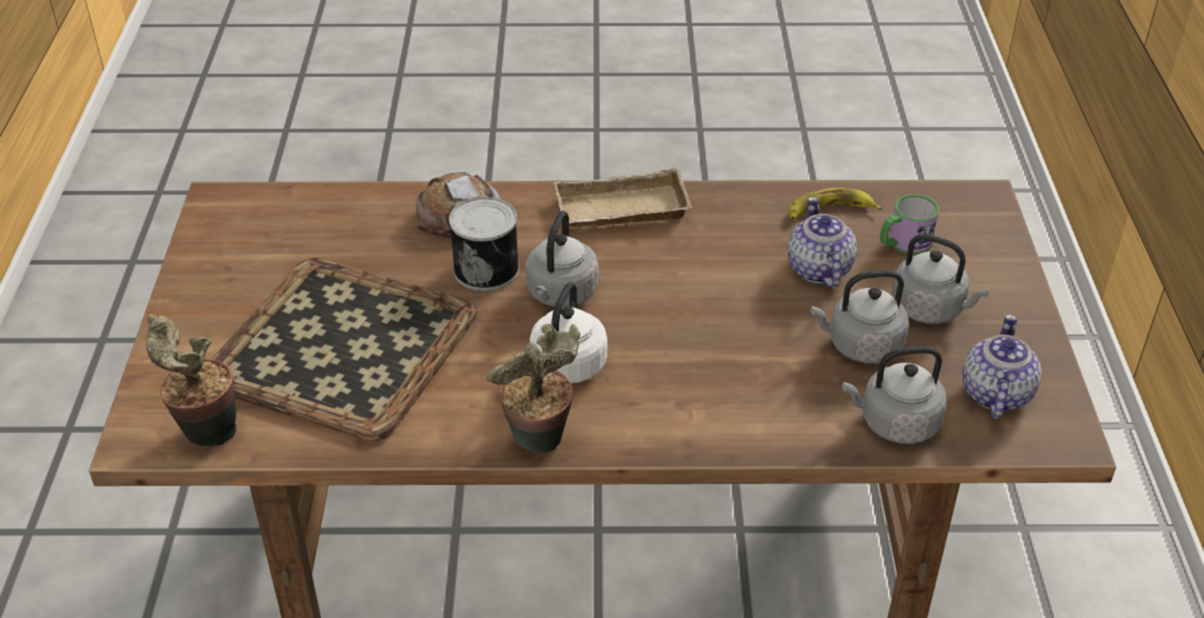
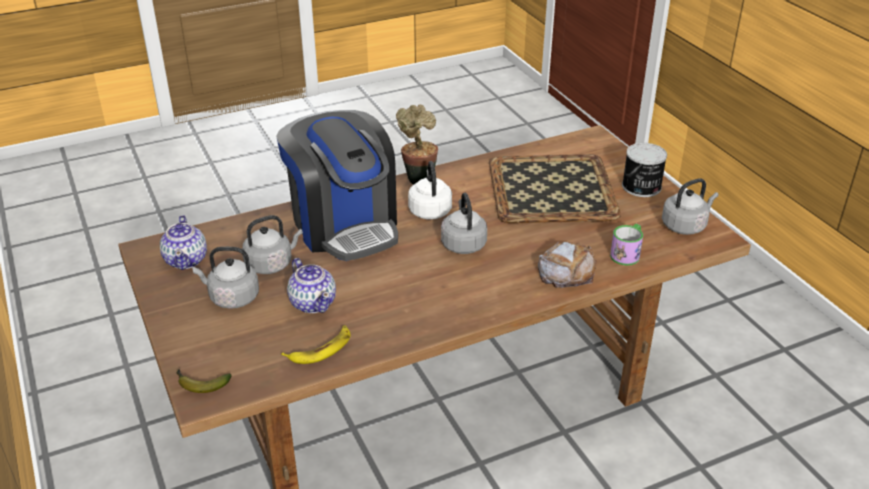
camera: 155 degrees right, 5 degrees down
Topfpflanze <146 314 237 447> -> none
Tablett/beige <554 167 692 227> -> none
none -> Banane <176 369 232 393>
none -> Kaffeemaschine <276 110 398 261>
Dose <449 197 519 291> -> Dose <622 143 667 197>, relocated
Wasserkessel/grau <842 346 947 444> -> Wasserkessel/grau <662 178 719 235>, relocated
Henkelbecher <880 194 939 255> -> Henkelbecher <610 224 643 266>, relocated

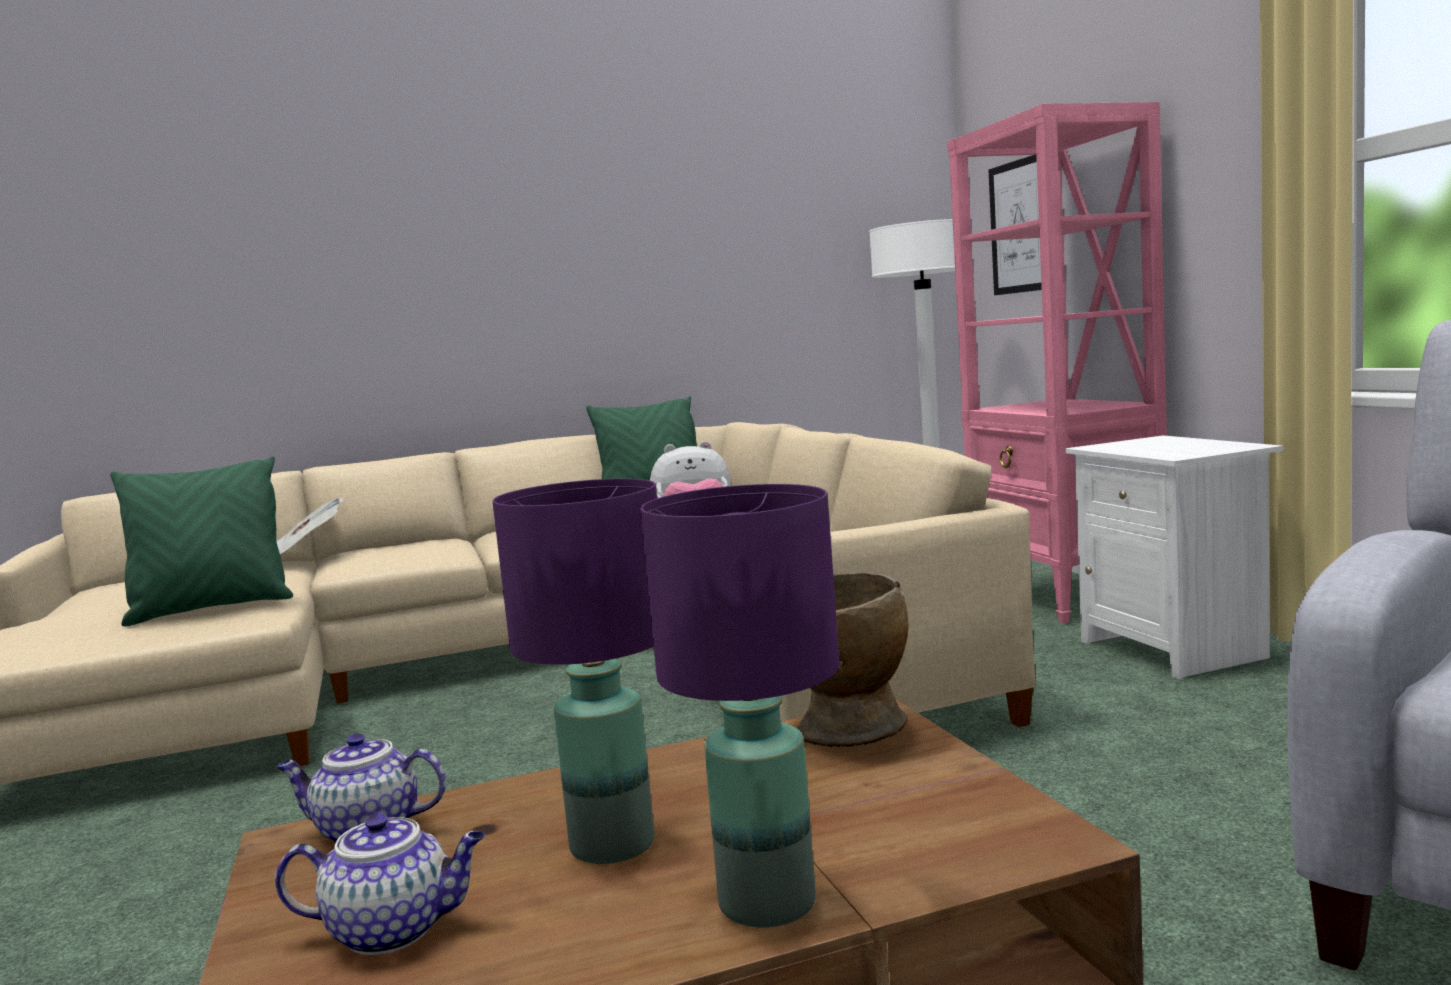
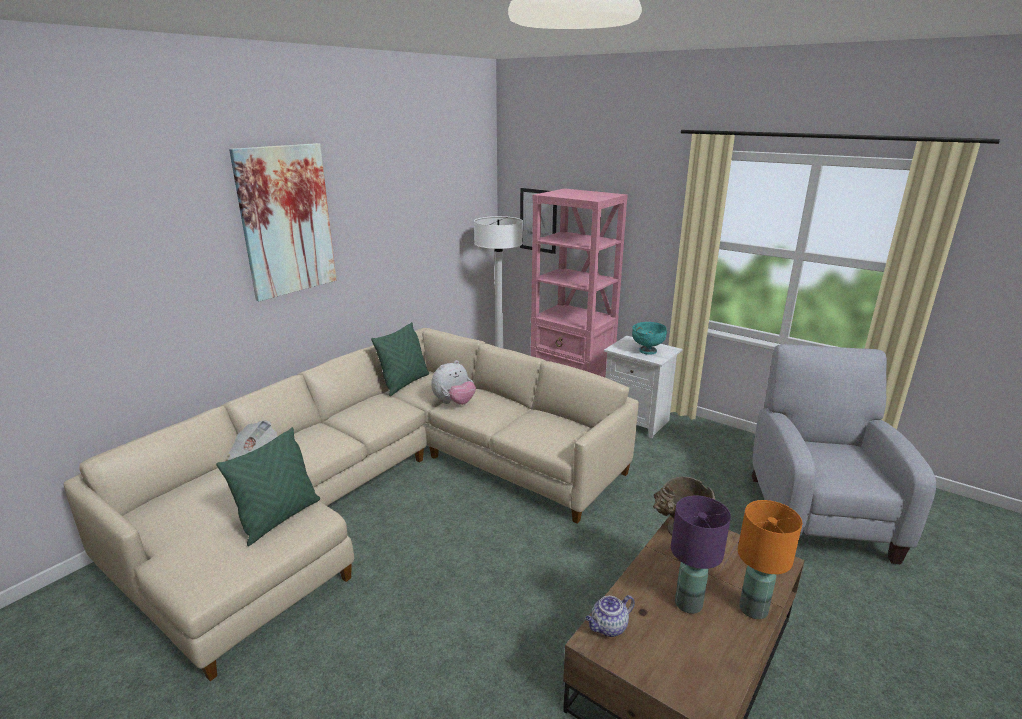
camera: 35 degrees left, 15 degrees up
Teekanne <275 813 485 955> -> none
none -> Bild <229 143 336 301>
none -> Schüssel/türkis <632 322 667 355>
Tischlampe/lila <640 484 839 927> -> Tischlampe/orange <738 500 802 619>

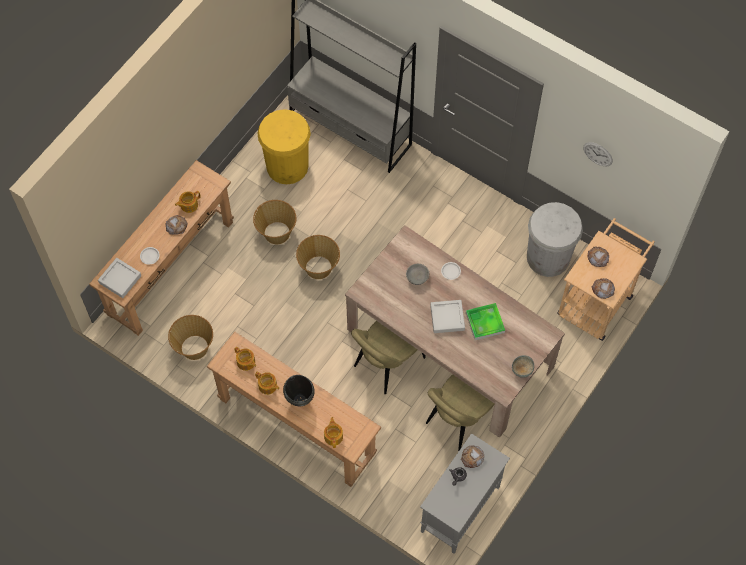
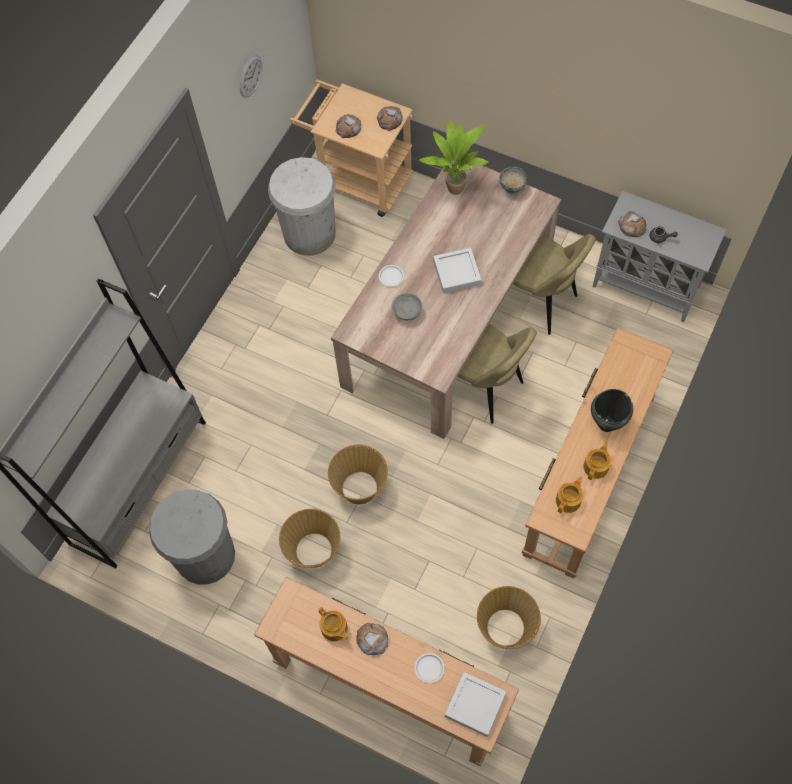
camera: 95 degrees left, 0 degrees up
Teekanne <324 417 343 448> -> none
Tablett <466 303 505 340> -> none
none -> Topfpflanze <419 119 489 195>
Mülleimer/gelb <257 109 311 184> -> Mülleimer/grau <149 489 235 585>

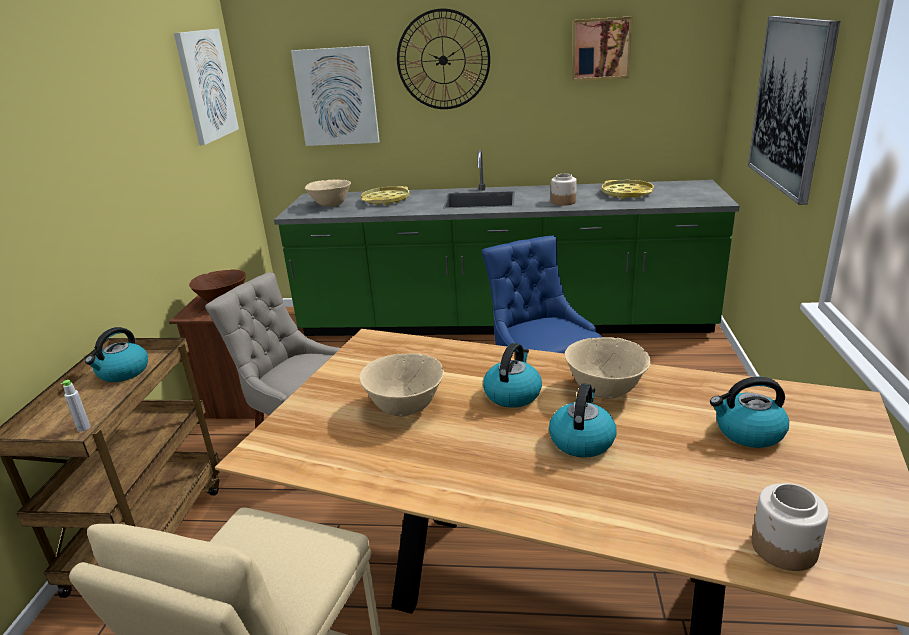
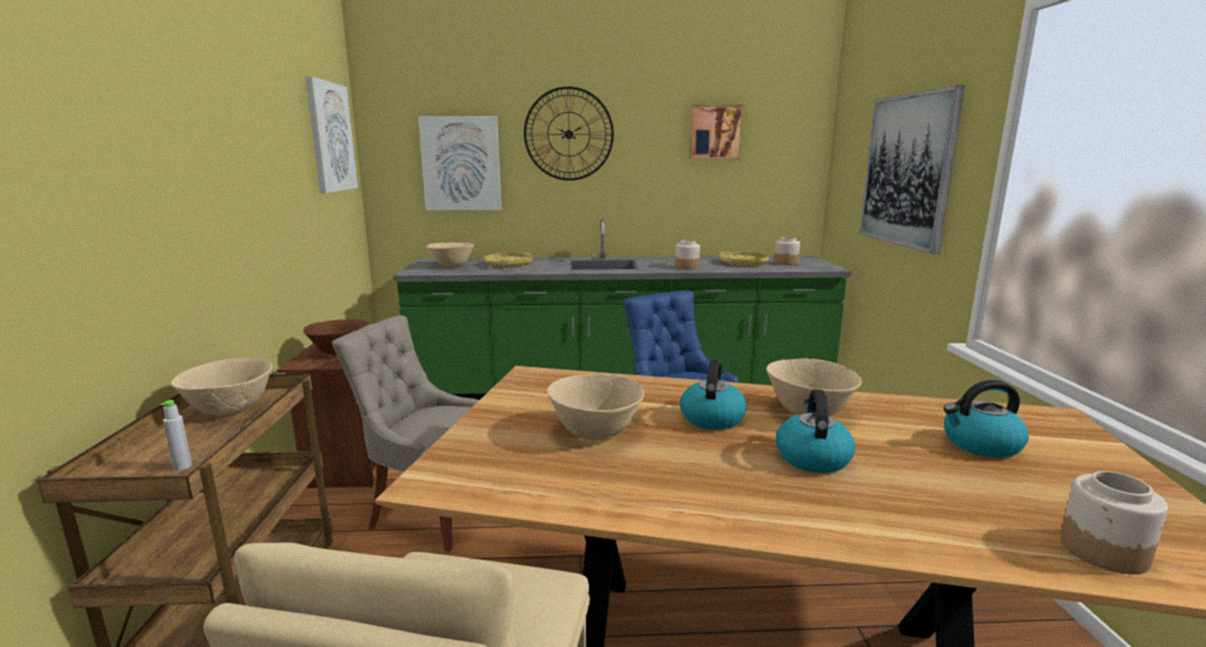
camera: 10 degrees left, 10 degrees down
none -> Vorratsglas <774 237 800 265>
Wasserkessel <85 327 148 382> -> Schüssel/beige <171 357 273 415>

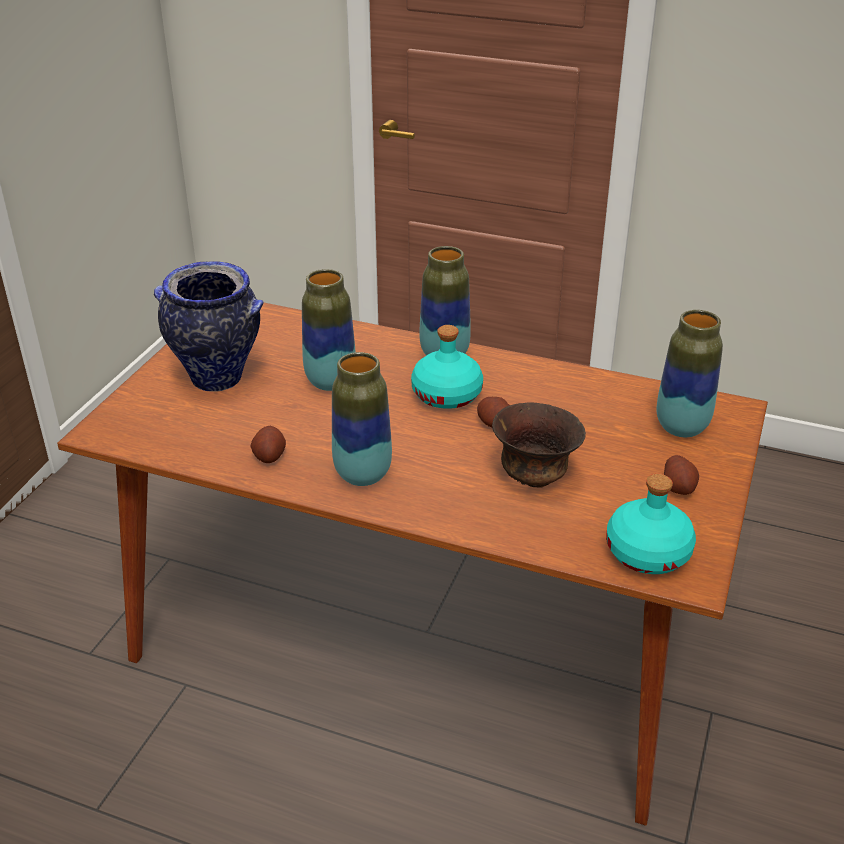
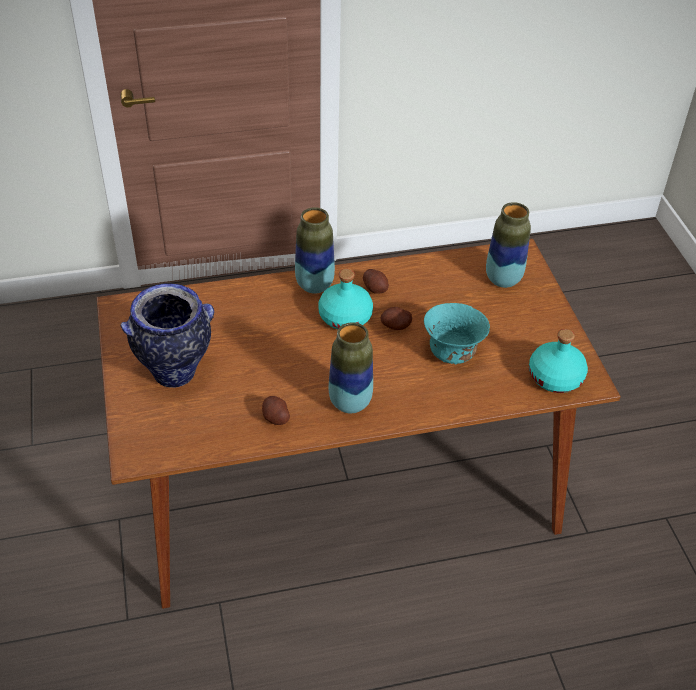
camera: 35 degrees left, 10 degrees up
Vase <302 269 356 391> -> none
Kartoffel <664 455 699 495> -> Kartoffel <363 269 389 294>, relocated
Schüssel/braun <492 402 586 488> -> Schüssel/türkis <424 303 490 365>

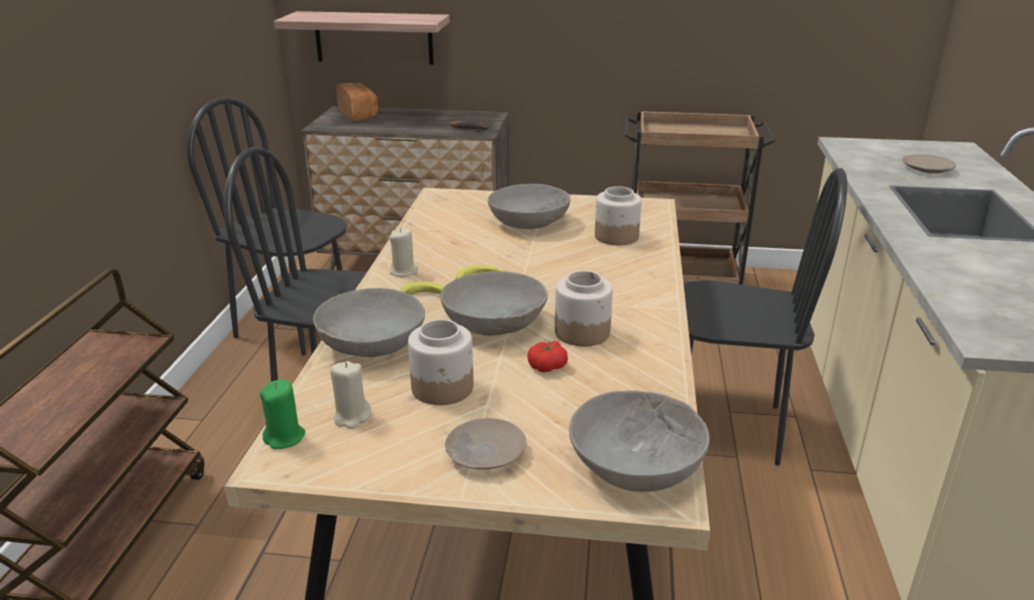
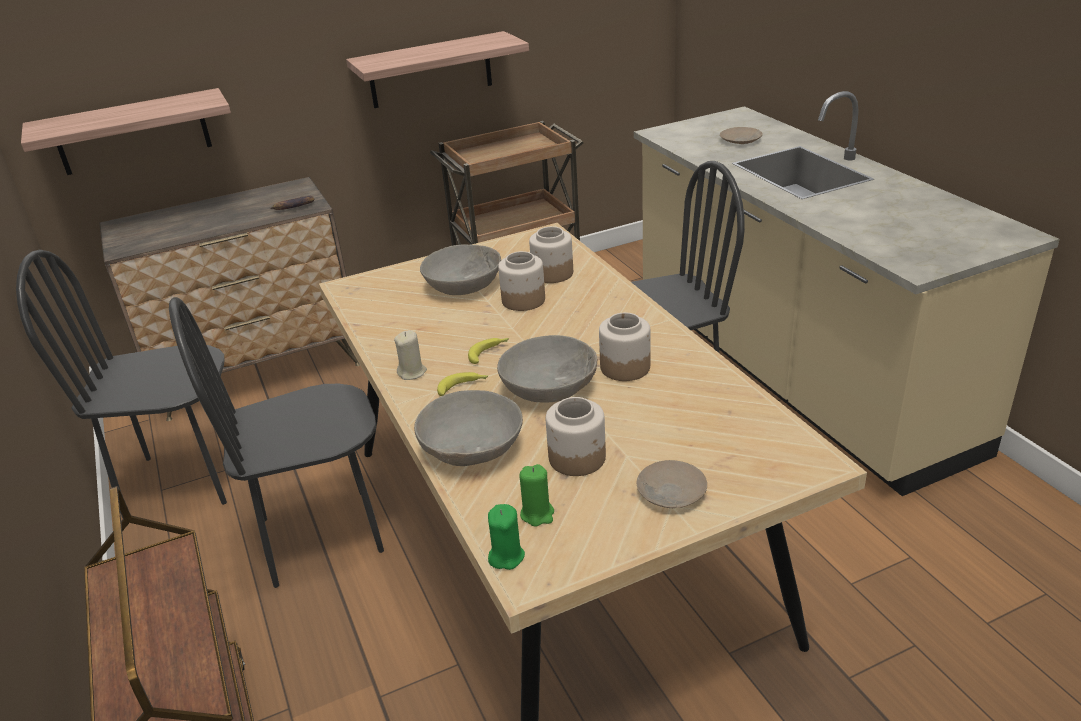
camera: 30 degrees left, 5 degrees up
Brot <336 83 378 121> -> none
Tomate <528 341 568 372> -> none
Schüssel/grau <569 390 710 492> -> none
none -> Wandregal <346 31 529 108>
none -> Vorratsglas <498 251 545 311>
Kerze/beige <330 361 371 429> -> Kerze/grün <519 464 554 527>

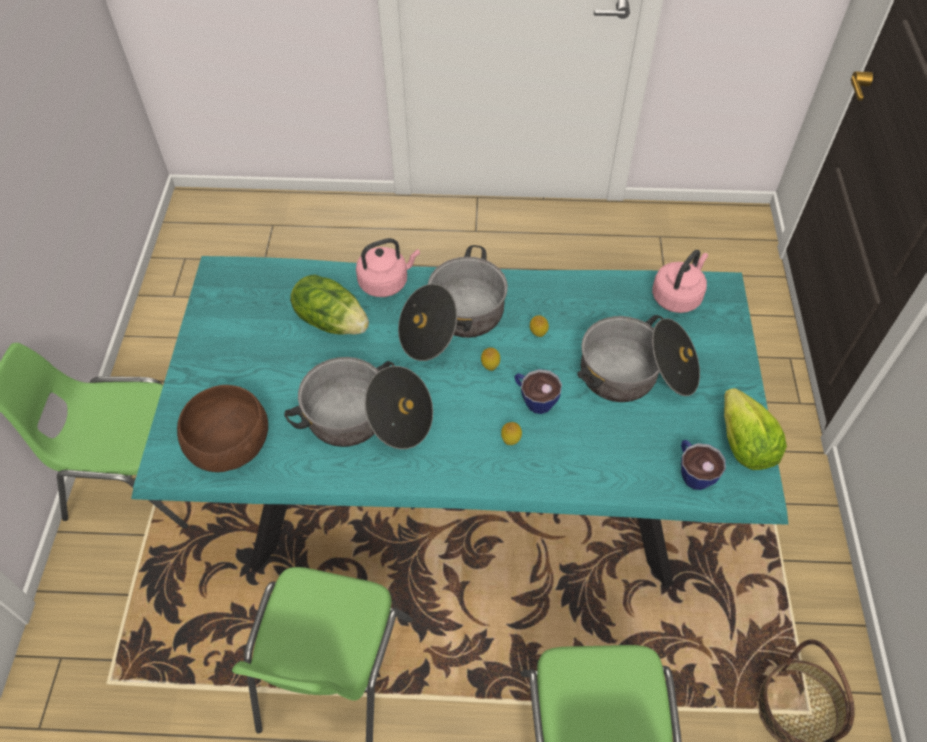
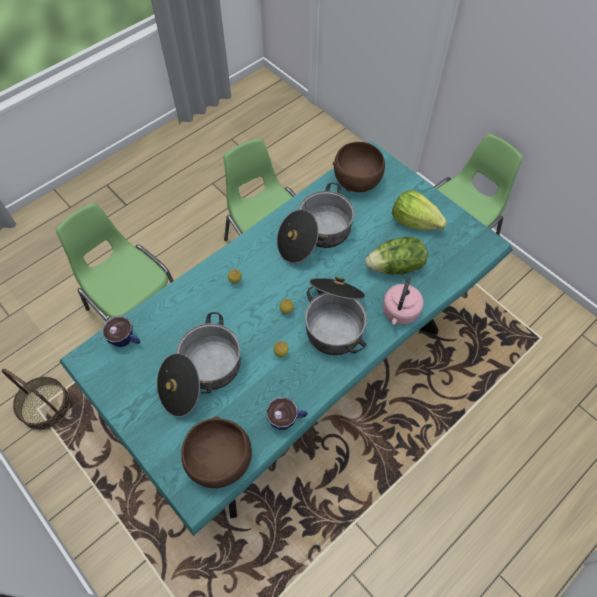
camera: 135 degrees right, 5 degrees up
Tasse <515 369 562 414> -> Tasse <266 397 308 430>, relocated
Salatkopf <724 388 787 470> -> Salatkopf <392 190 447 230>, relocated
Wasserkessel/rosa <652 250 708 313> -> Schüssel/braun <181 416 252 488>

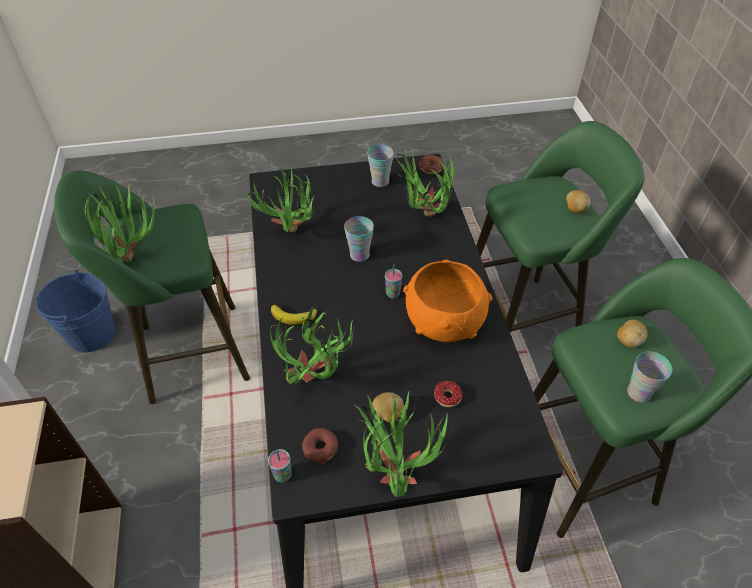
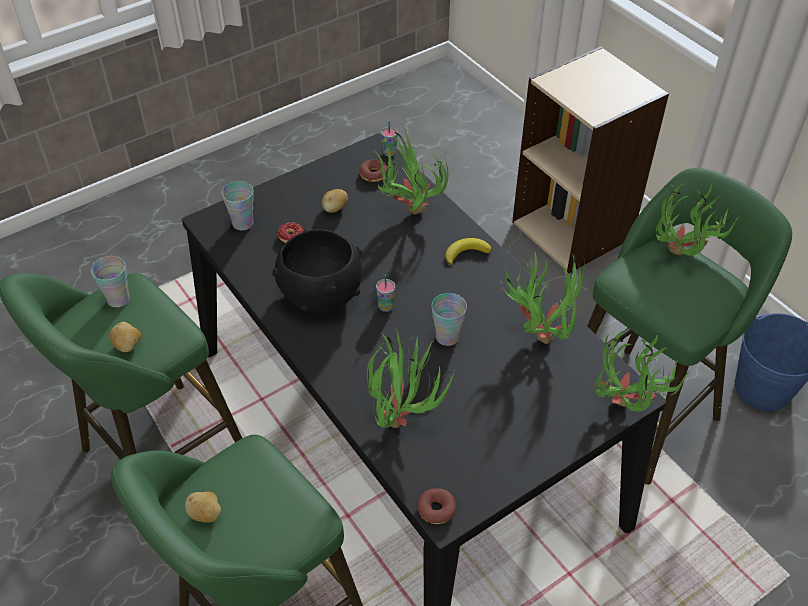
camera: 155 degrees right, 0 degrees up
Topfpflanze <354 391 453 498> -> Topfpflanze <594 330 691 412>, relocated
Tasse <367 145 394 187> -> Tasse <222 181 254 230>, relocated
Schüssel/orange <403 260 492 342> -> Schüssel/schwarz <272 229 362 313>

